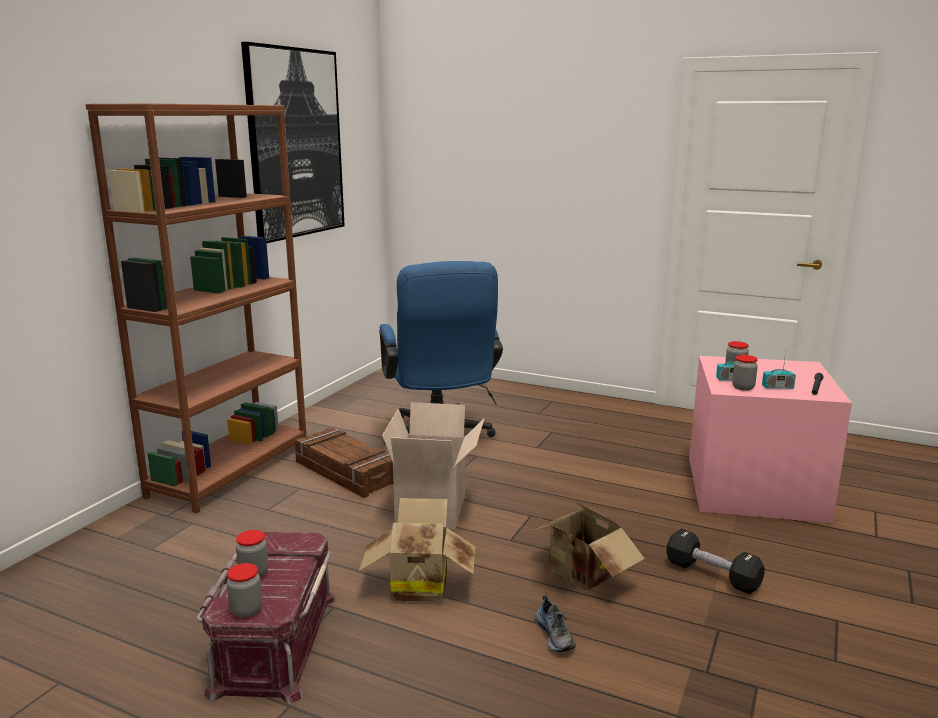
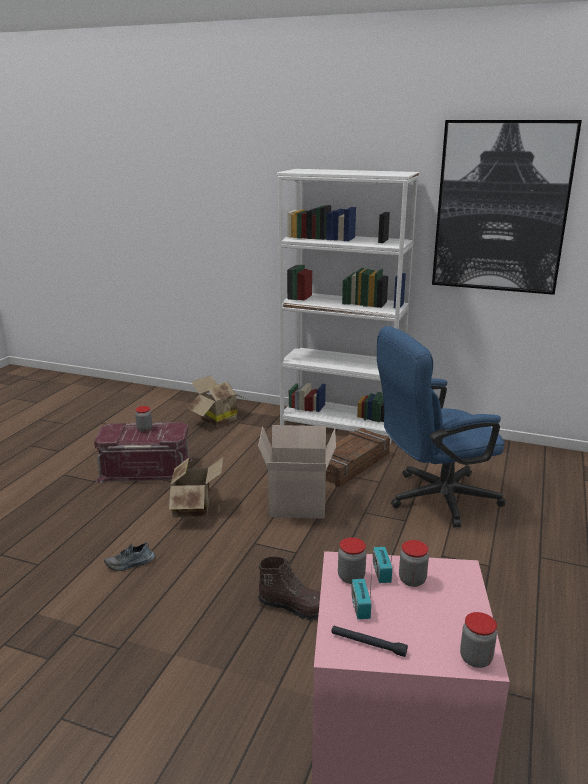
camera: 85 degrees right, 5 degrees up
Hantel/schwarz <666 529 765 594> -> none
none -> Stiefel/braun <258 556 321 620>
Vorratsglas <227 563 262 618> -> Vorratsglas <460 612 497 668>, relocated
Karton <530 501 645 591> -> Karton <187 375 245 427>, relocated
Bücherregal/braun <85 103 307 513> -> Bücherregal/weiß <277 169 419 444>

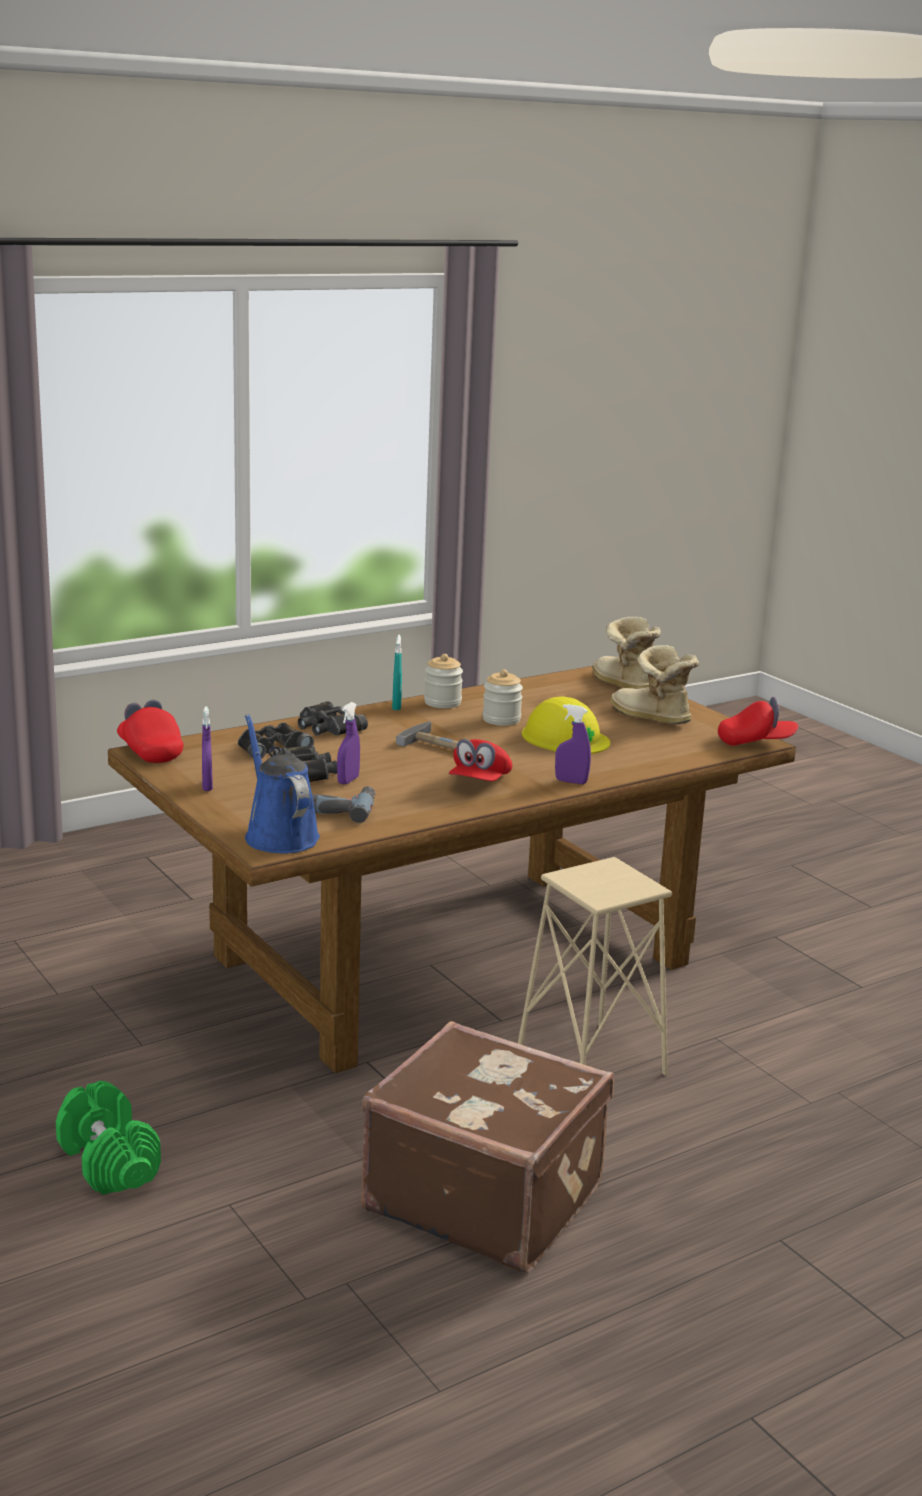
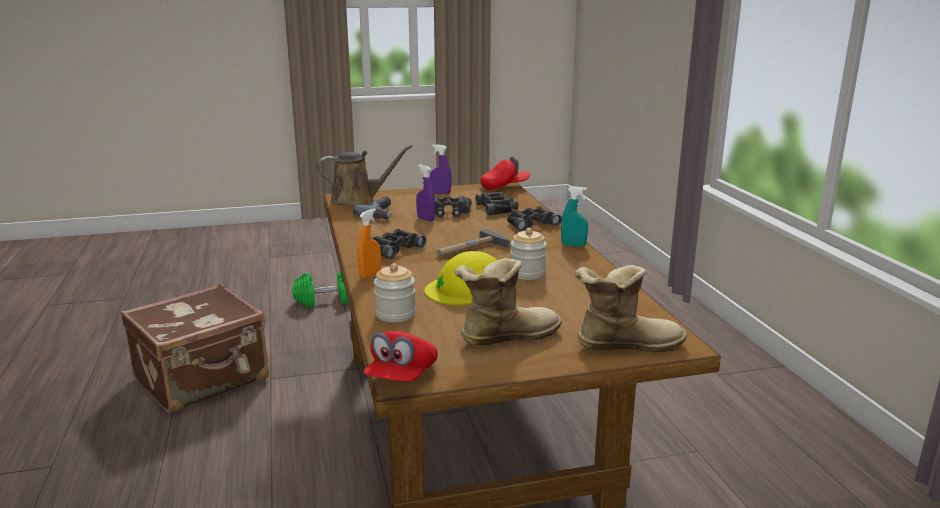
camera: 110 degrees right, 0 degrees up
Hocker/beige <518 857 672 1075> -> none
Vorratsglas <424 654 463 708> -> Vorratsglas <374 263 416 322>, relocated
Kappe/rot <449 739 512 781> -> Fernglas/schwarz <371 229 426 259>
Gießkanne/blau <245 714 320 853> -> Gießkanne/braun <317 145 412 207>
Sprühflasche/lila <555 704 591 784> -> Sprühflasche/orange <357 208 381 279>

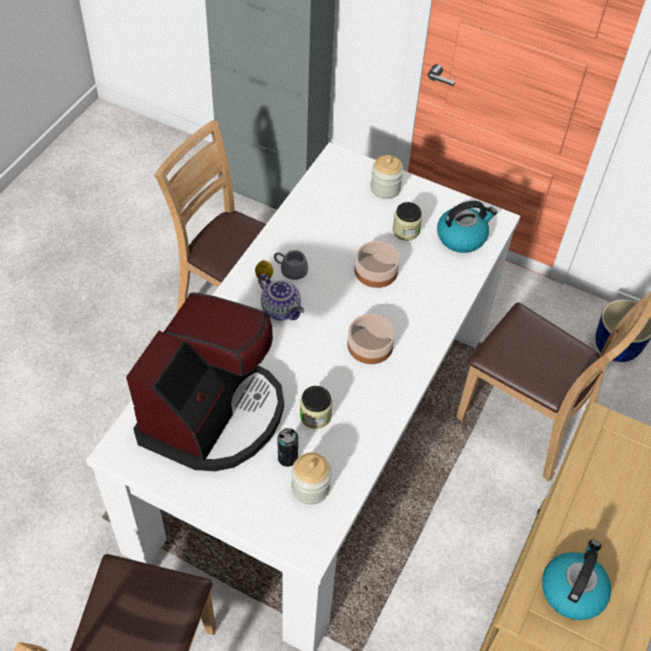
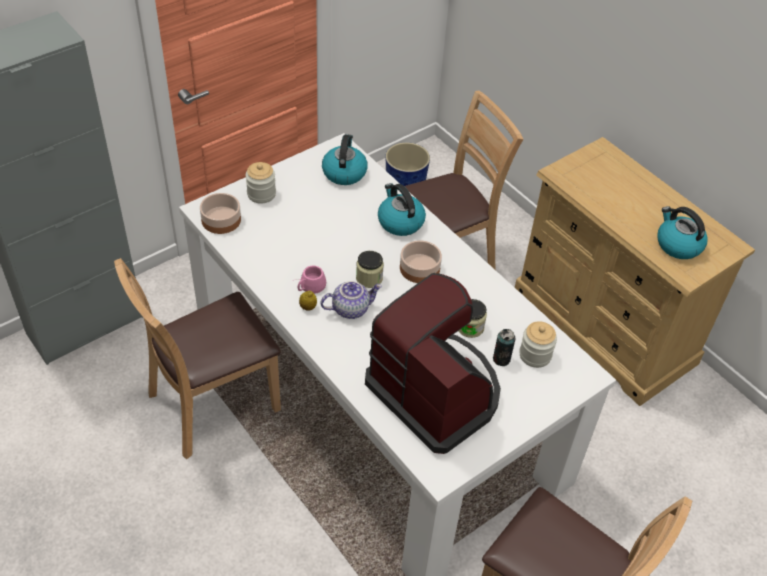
camera: 65 degrees left, 5 degrees down
none -> Wasserkessel <378 183 426 236>
Schüssel <355 241 400 288> -> Schüssel <200 193 241 234>, relocated
Vorratsglas <392 202 422 241> -> Vorratsglas <356 251 384 288>, relocated
Henkelbecher/grau <274 250 308 280> -> Henkelbecher/rosa <297 266 326 294>

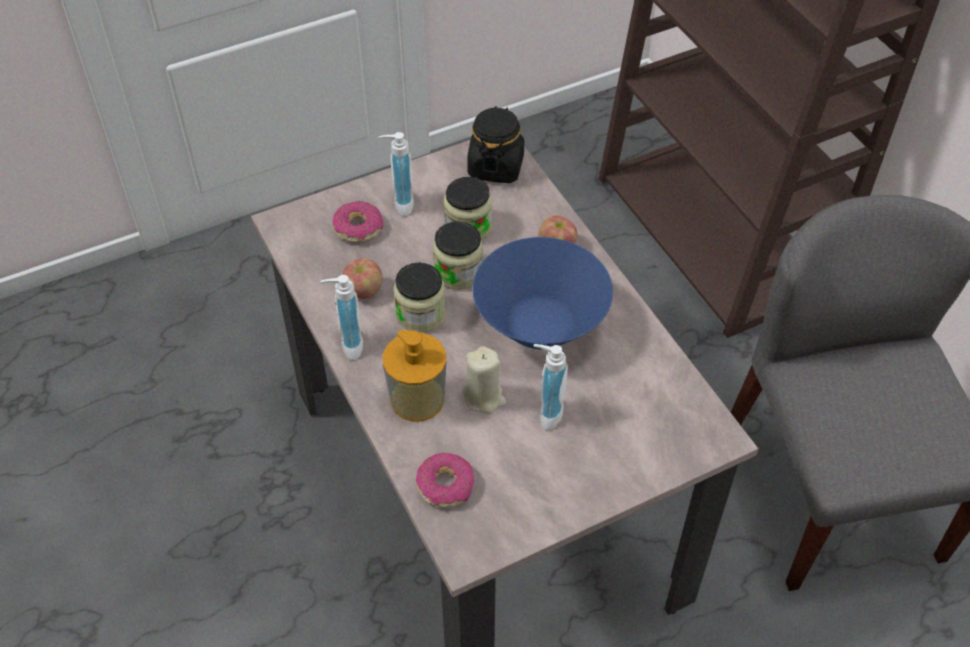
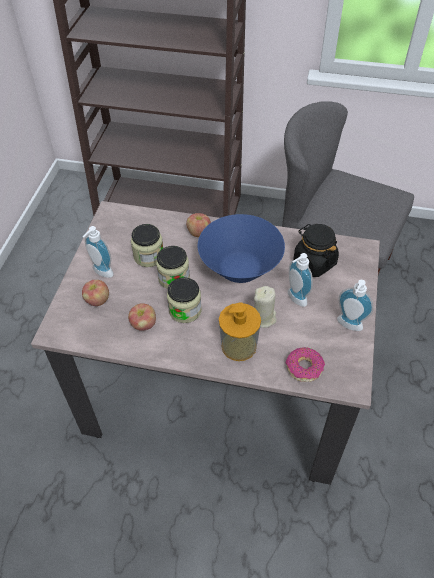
camera: 50 degrees left, 0 degrees up
Seifenspender <321 275 363 360> -> Seifenspender <337 280 374 331>, relocated
Vorratsglas/schwarz <467 106 525 183> -> Vorratsglas/schwarz <294 224 339 277>, relocated
Donut <332 201 383 242> -> Apfel <82 280 109 306>

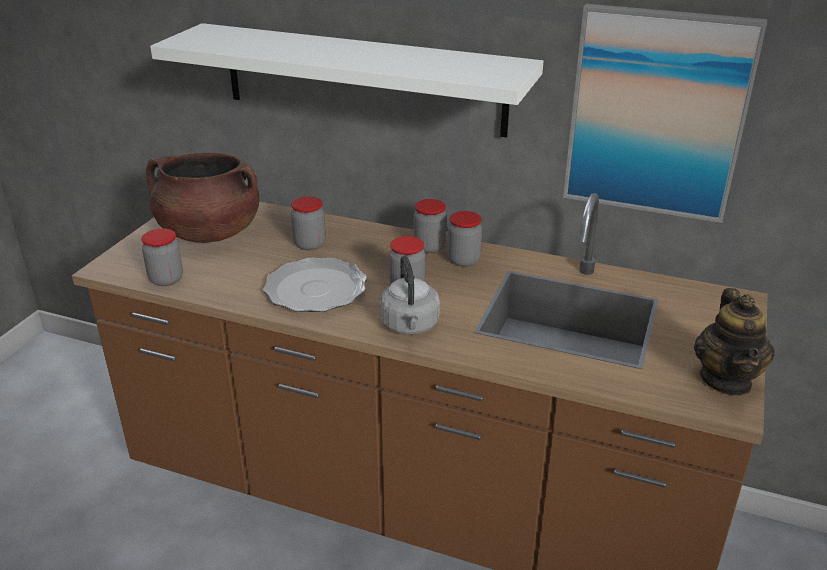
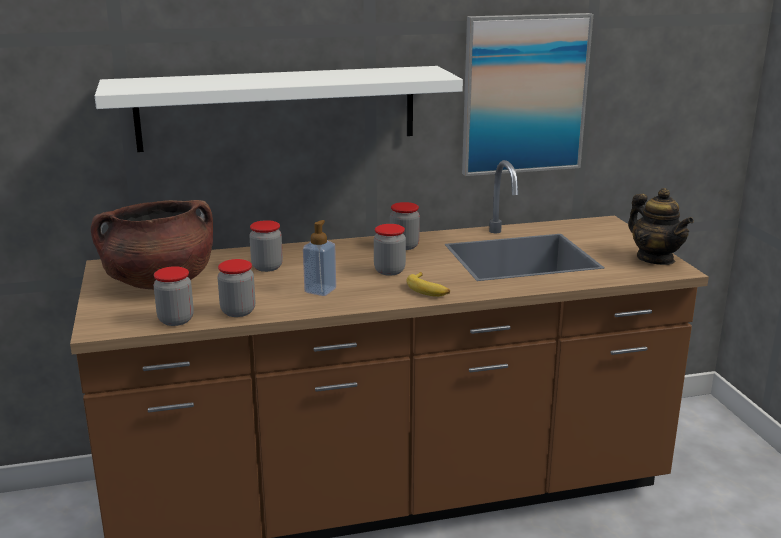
camera: 35 degrees left, 10 degrees down
Vorratsglas <414 199 447 253> -> Vorratsglas <217 259 255 317>, relocated
Teller <263 257 367 312> -> Seifenspender <303 220 336 296>
Wasserkessel/grau <380 255 440 335> -> Banane <407 272 450 297>

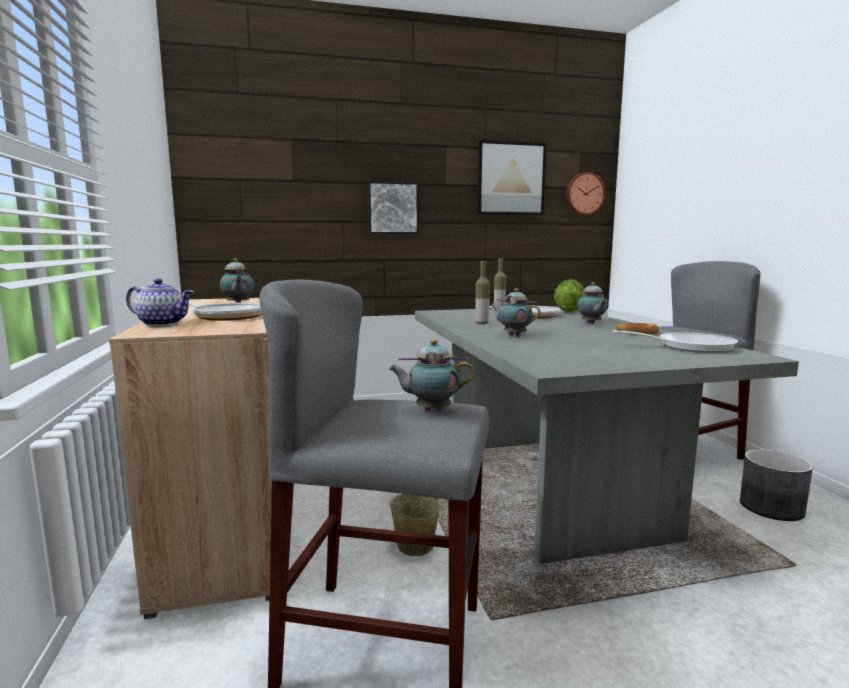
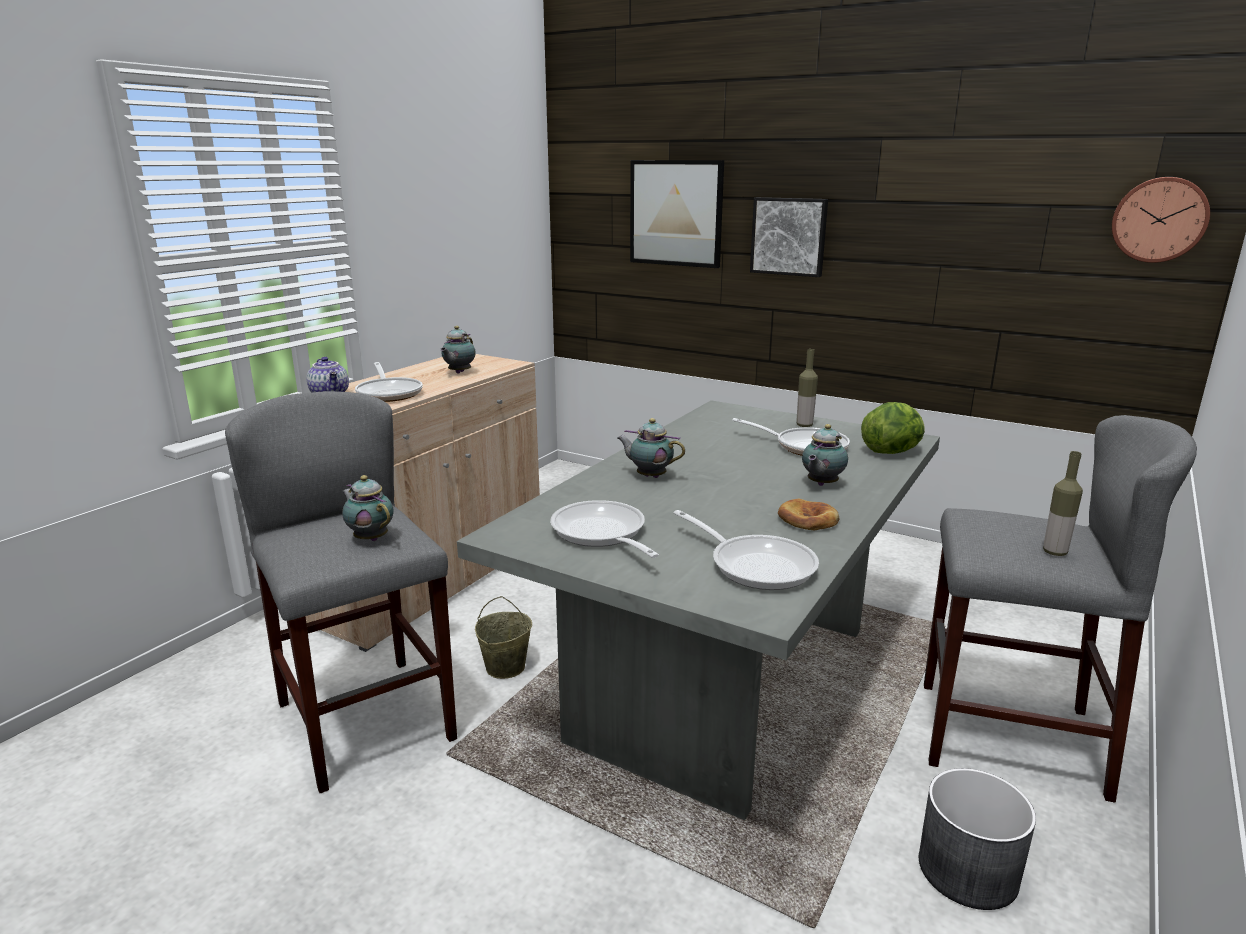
camera: 45 degrees right, 10 degrees up
none -> Pfanne <550 500 659 558>
Flasche <476 261 490 324> -> Flasche <1043 451 1083 556>, relocated
Bild <477 140 546 216> -> Bild <630 160 724 268>, relocated
Teekanne <491 288 541 336> -> Teekanne <617 418 685 478>, 60 degrees counterclockwise

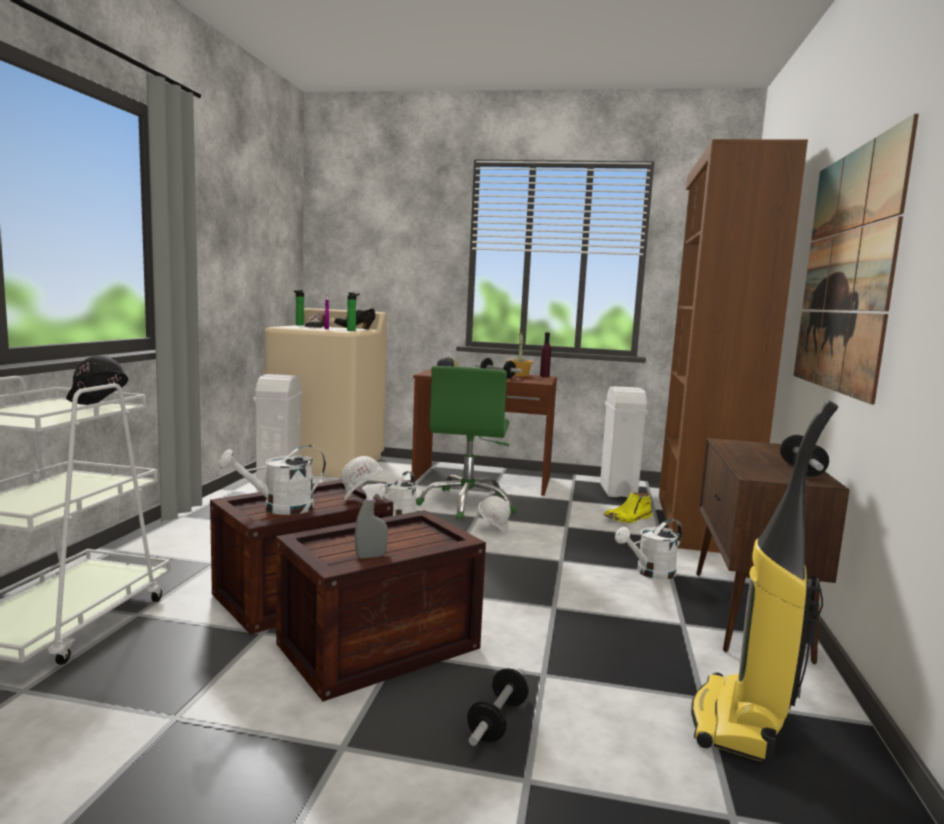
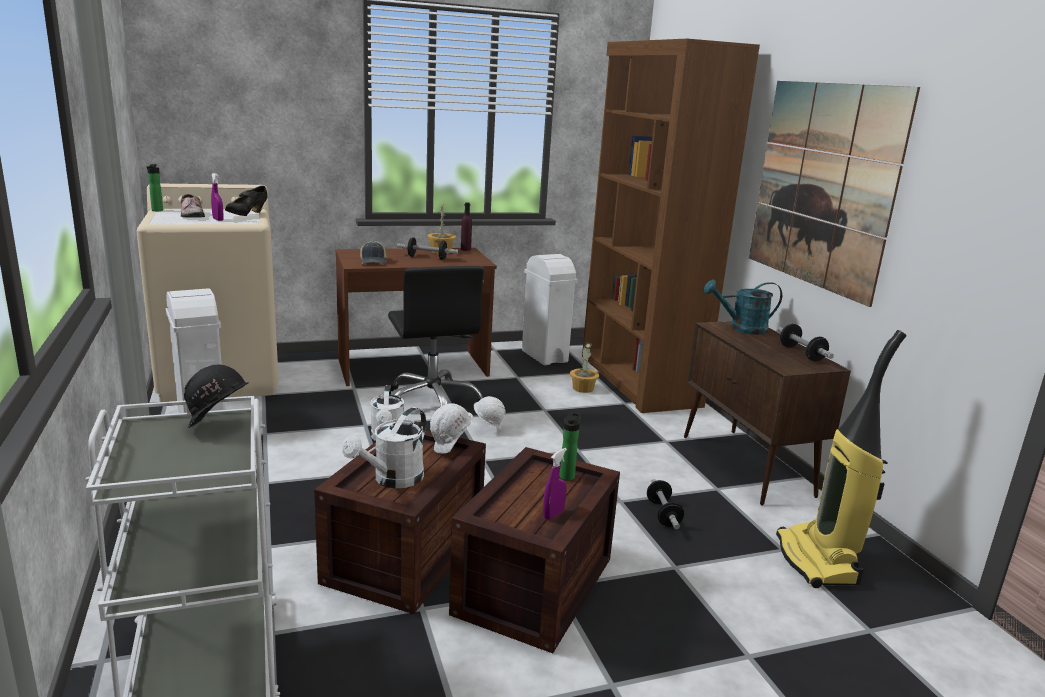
camera: 30 degrees left, 10 degrees up
Gießkanne/weiß <615 519 682 579> -> none
none -> Gießkanne/türkis <704 279 782 335>
Flasche <347 292 360 331> -> Flasche <559 413 581 481>, relocated
Hantel <467 668 529 746> -> Hantel <647 479 684 530>, relocated
Stiefel/gelb <604 493 652 523> -> Topfpflanze <570 342 599 393>
Sprühflasche/grau <355 484 388 559> -> Sprühflasche/lila <543 448 567 520>
Bürostuhl/grün <416 366 516 520> -> Bürostuhl/schwarz <388 266 484 406>

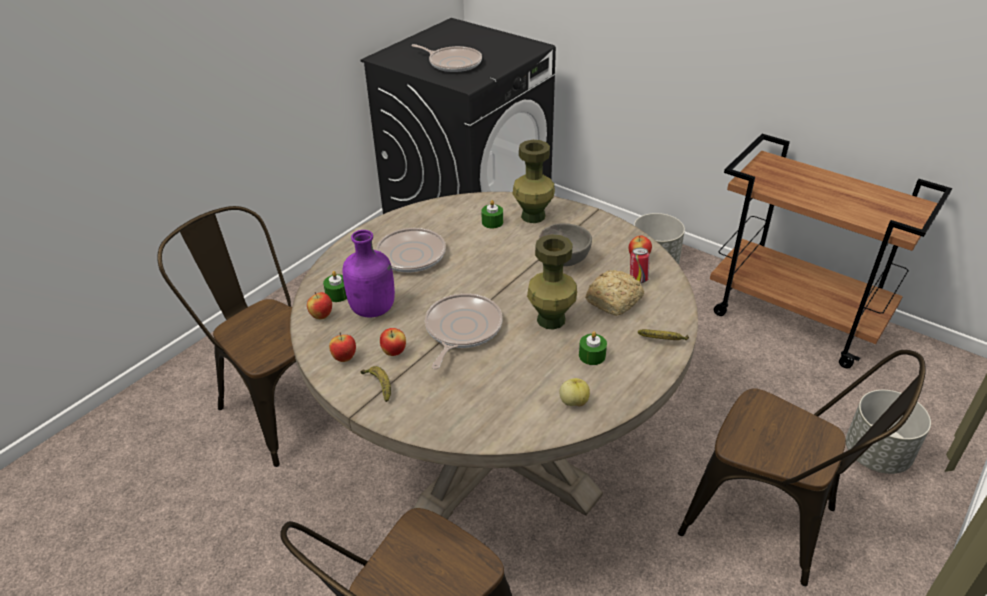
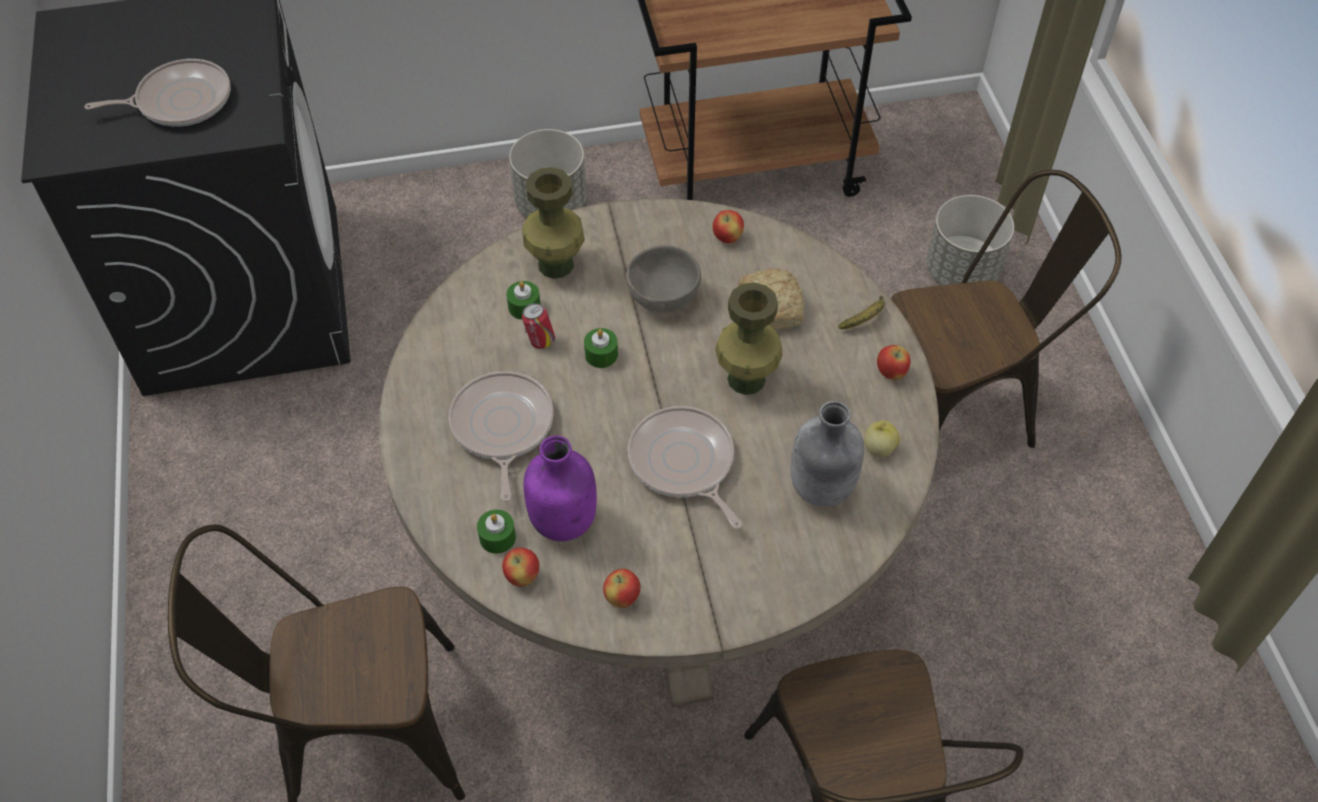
camera: 50 degrees left, 15 degrees up
Banane <361 366 391 402> -> none
none -> Flasche/grau <791 401 864 507>
Apfel <380 328 406 356> -> Apfel <877 345 910 380>, relocated
Kerze/grün <579 332 607 365> -> Kerze/grün <584 328 618 368>, relocated
Dose <630 248 650 283> -> Dose <522 303 555 349>, relocated

